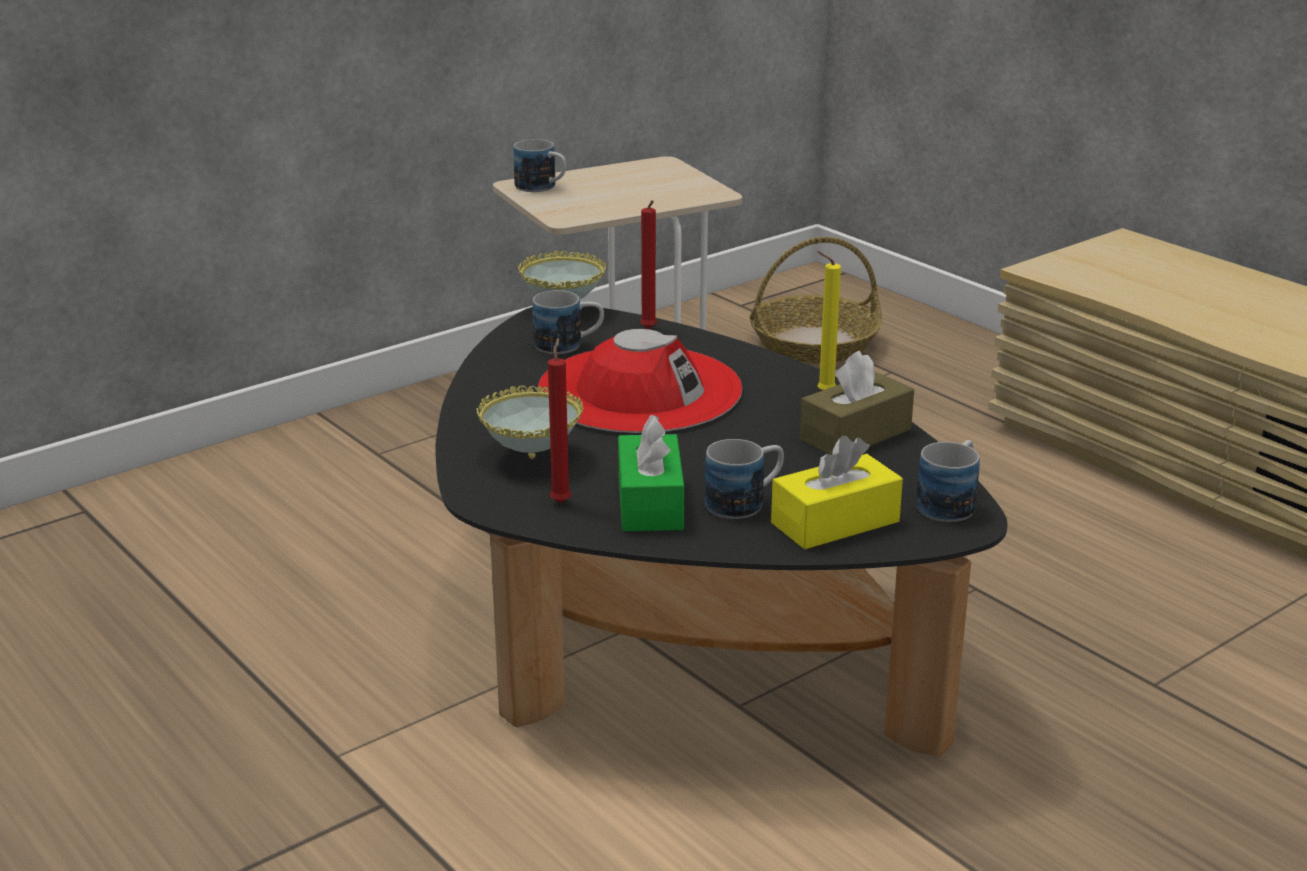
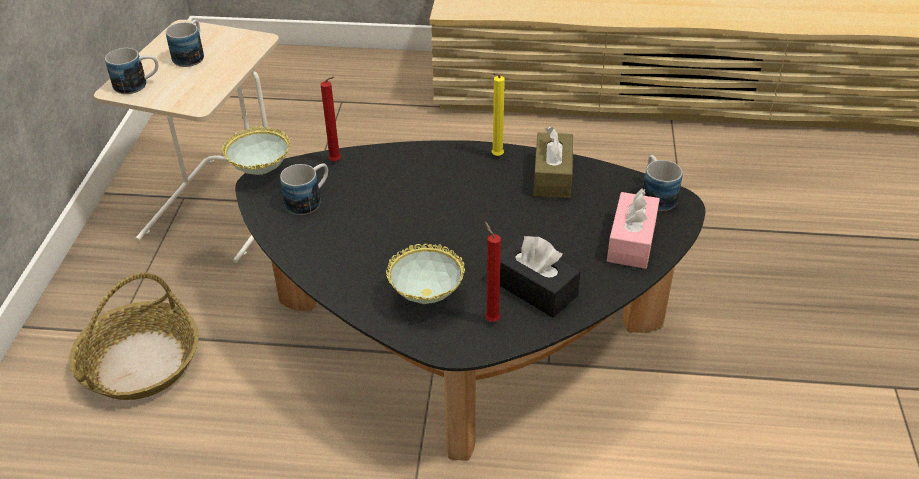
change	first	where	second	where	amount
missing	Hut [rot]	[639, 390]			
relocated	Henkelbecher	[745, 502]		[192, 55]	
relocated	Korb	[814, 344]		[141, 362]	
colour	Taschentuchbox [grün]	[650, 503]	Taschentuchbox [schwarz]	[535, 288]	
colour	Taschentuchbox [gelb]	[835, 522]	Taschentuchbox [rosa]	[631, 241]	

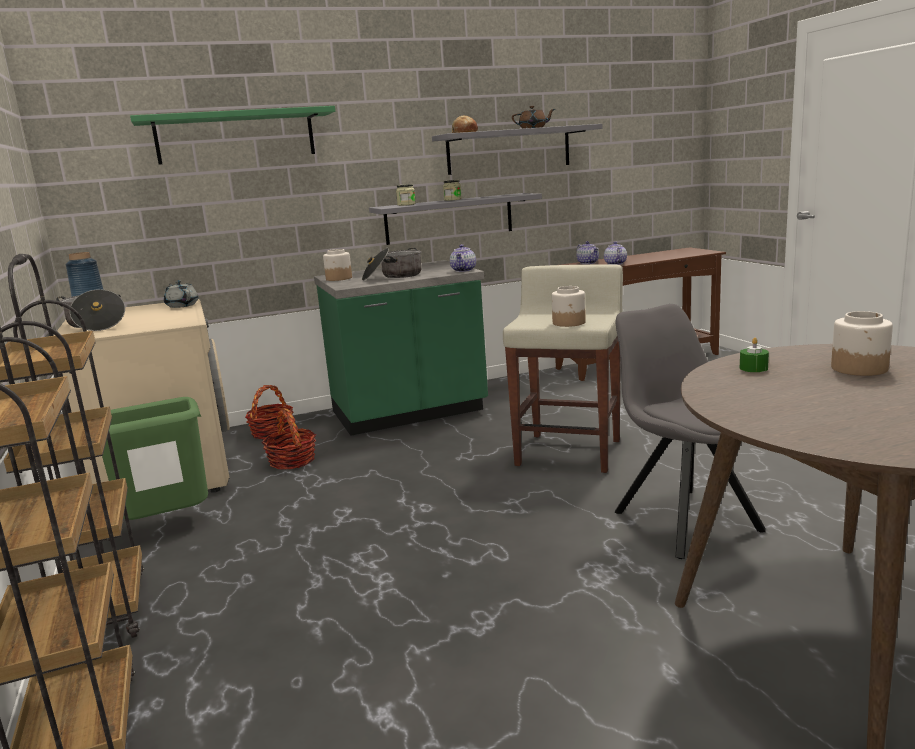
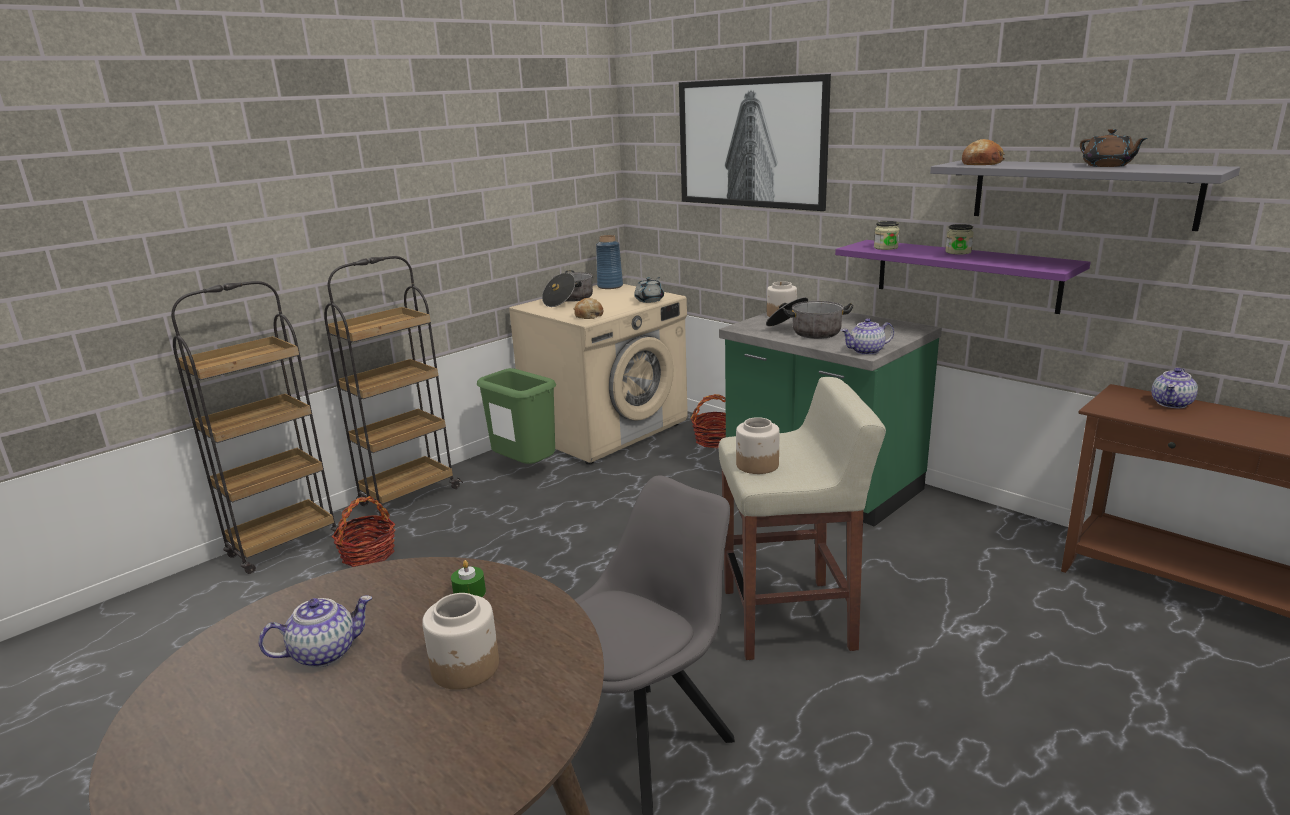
change	first	where	second	where	amount
appeared			Brot	[588, 315]	
relocated	Korb	[292, 461]		[368, 554]	
relocated	Teekanne	[615, 264]		[325, 652]	
exchanged	Wandregal [grün]	[236, 137]	Bild	[751, 143]	
colour	Wandregal [grau]	[449, 218]	Wandregal [lila]	[965, 275]	

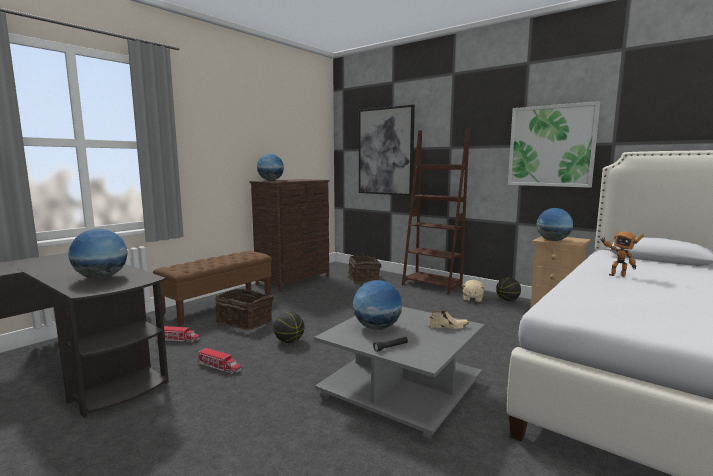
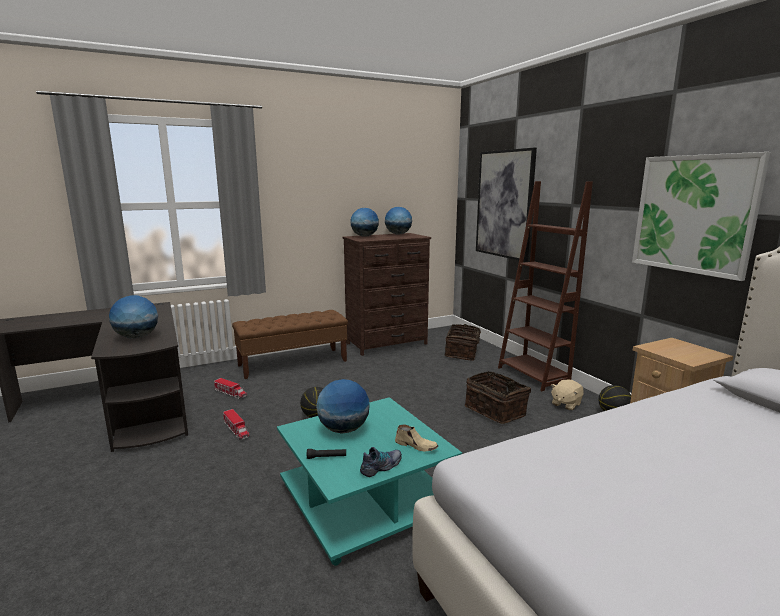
change	first	where	second	where	amount
missing	Spielzeugroboter	[616, 275]			
appeared			Schuh	[382, 467]	
relocated	Korb	[245, 322]		[496, 411]	
relocated	Globus	[553, 240]		[398, 234]	
colour	Couchtisch [grau]	[399, 390]	Couchtisch [türkis]	[363, 499]	

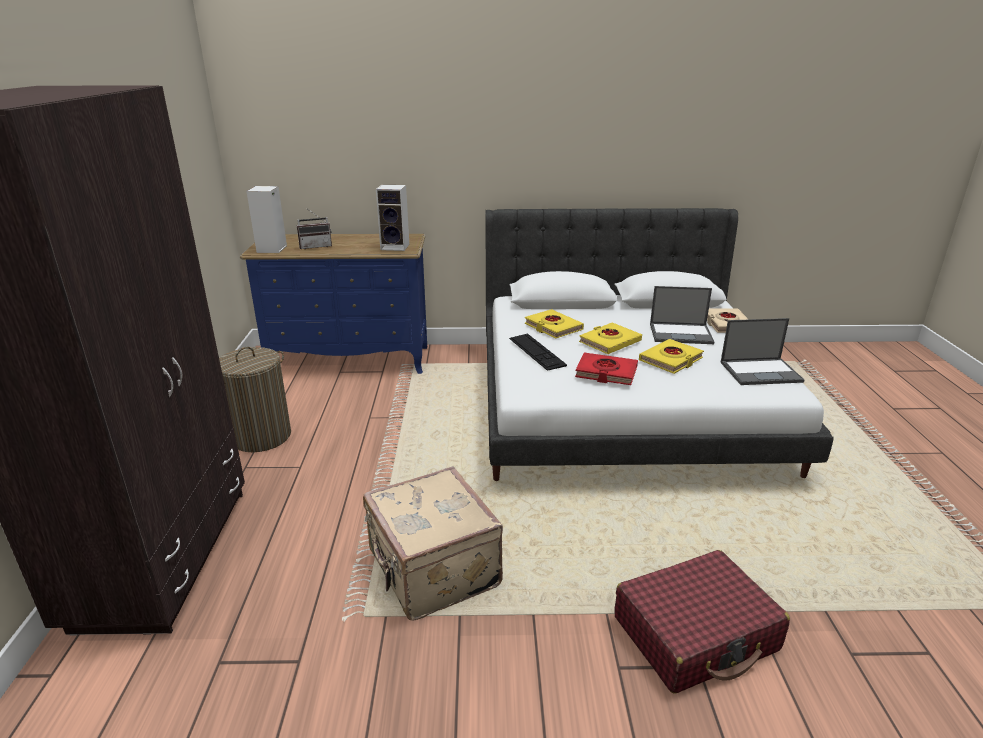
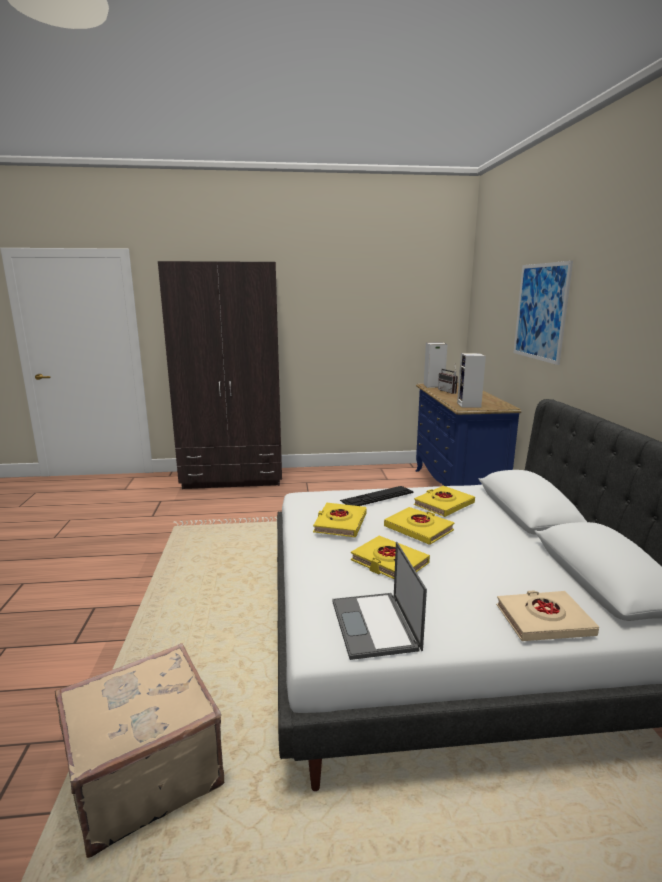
change	first	where	second	where	amount
missing	Wäschekorb	[261, 436]			
missing	Koffer [rot]	[696, 634]			
missing	Laptop	[681, 333]			
appeared			Bild	[540, 312]	
relocated	Koffer [beige]	[432, 571]		[143, 772]	
colour	Buch [rot]	[606, 373]	Buch [gelb]	[340, 524]	

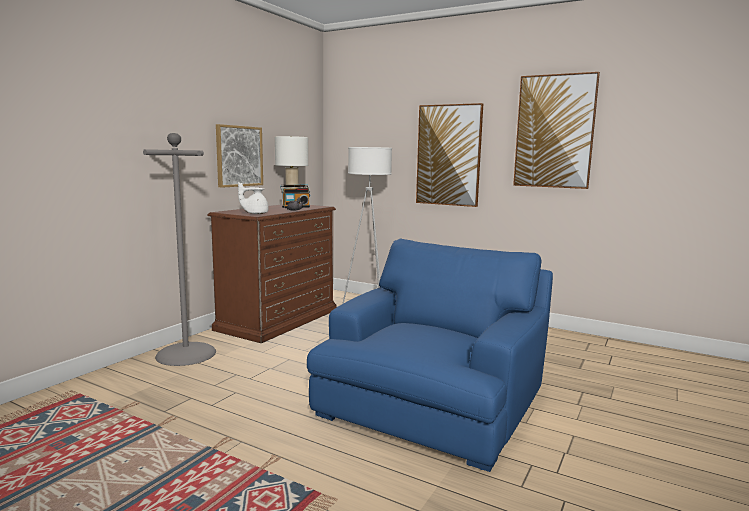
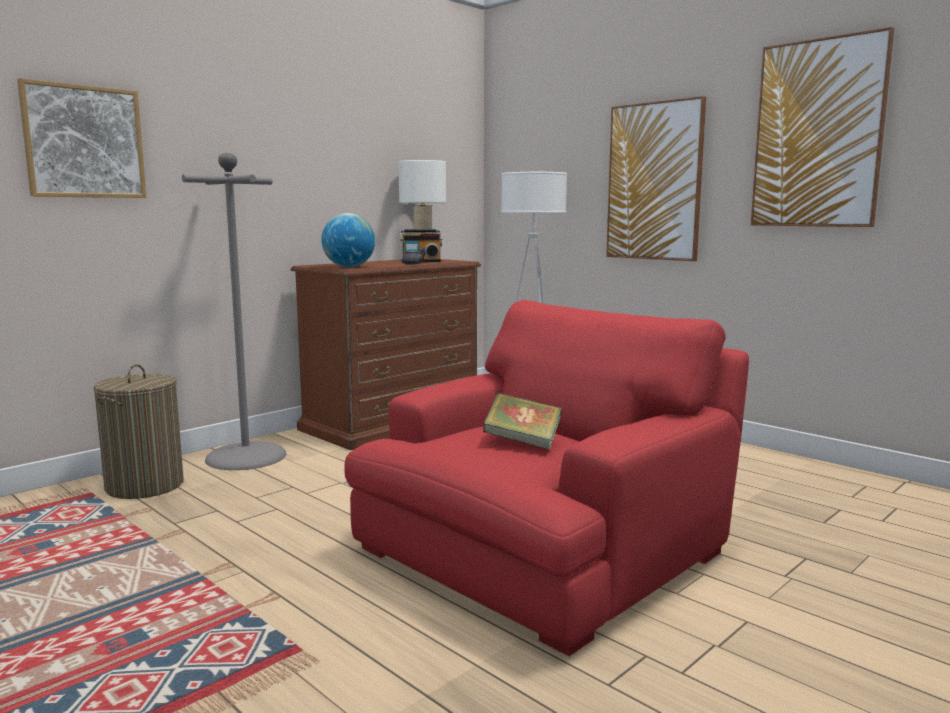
change	first	where	second	where	amount
appeared			Wäschekorb	[145, 485]	
appeared			Buch	[522, 442]	
relocated	Bild	[239, 156]		[84, 142]	
exchanged	Teekanne [weiß]	[255, 213]	Globus	[349, 267]	
colour	Sessel [blau]	[433, 403]	Sessel [rot]	[544, 549]	

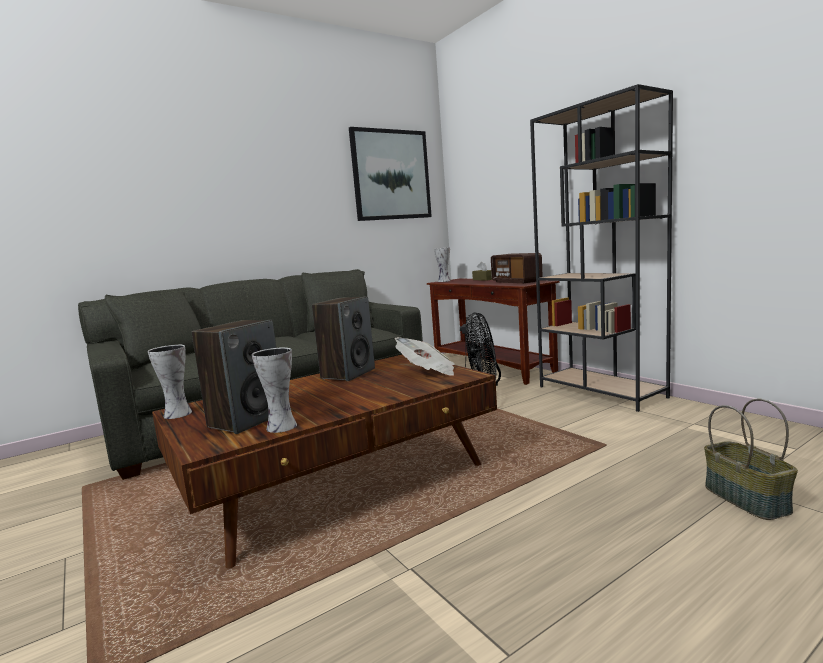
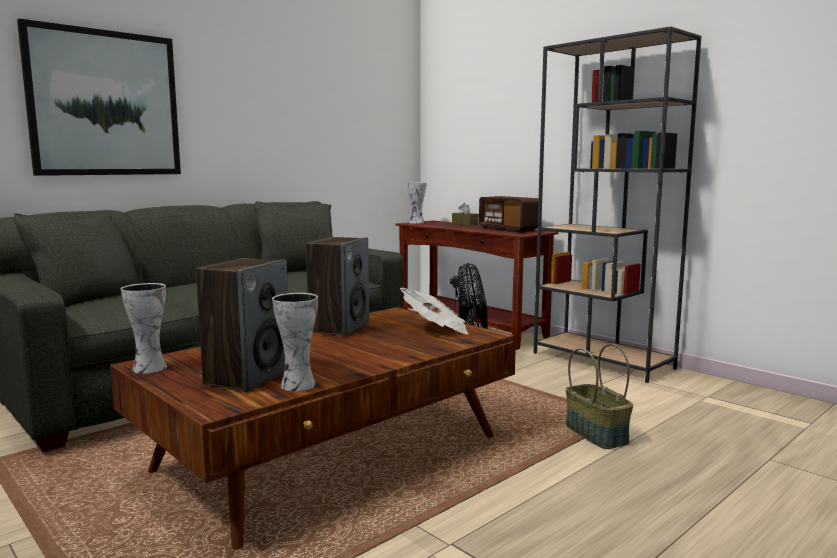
change	first	where	second	where	amount
relocated	Bild	[391, 175]		[105, 103]	
relocated	Korb	[747, 499]		[597, 434]	

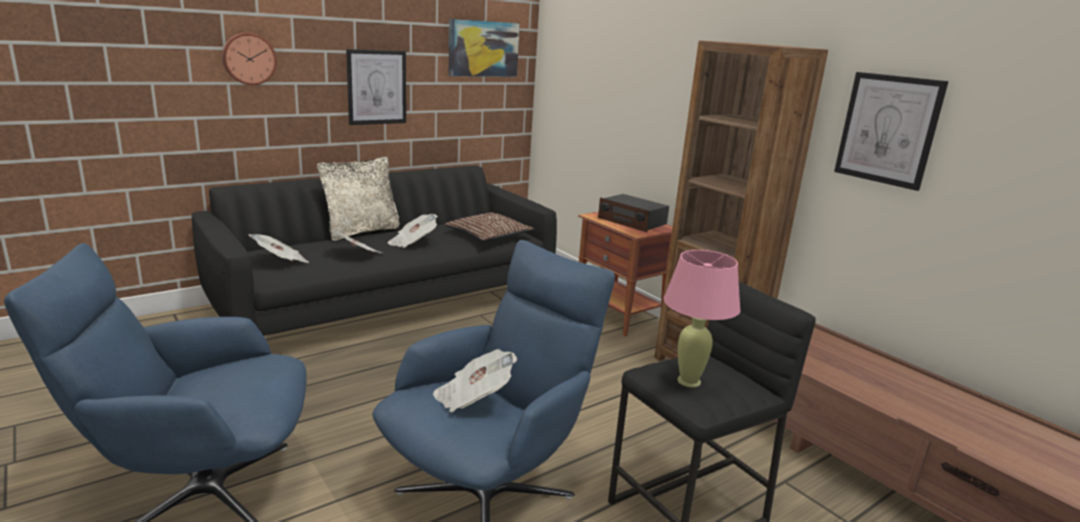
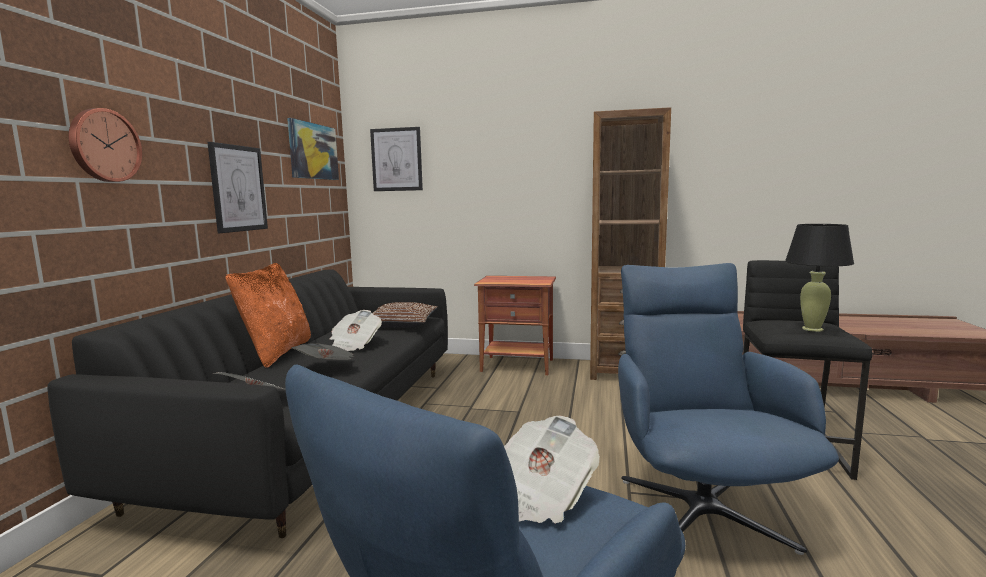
change	first	where	second	where	amount
missing	Radio	[632, 221]			
relocated	Zeitung	[473, 398]		[540, 496]	
relocated	Bild	[888, 129]		[396, 159]	
colour	Kissen [beige]	[362, 232]	Kissen [orange]	[277, 354]	
colour	Tischlampe [rosa]	[689, 381]	Tischlampe [schwarz]	[812, 329]	

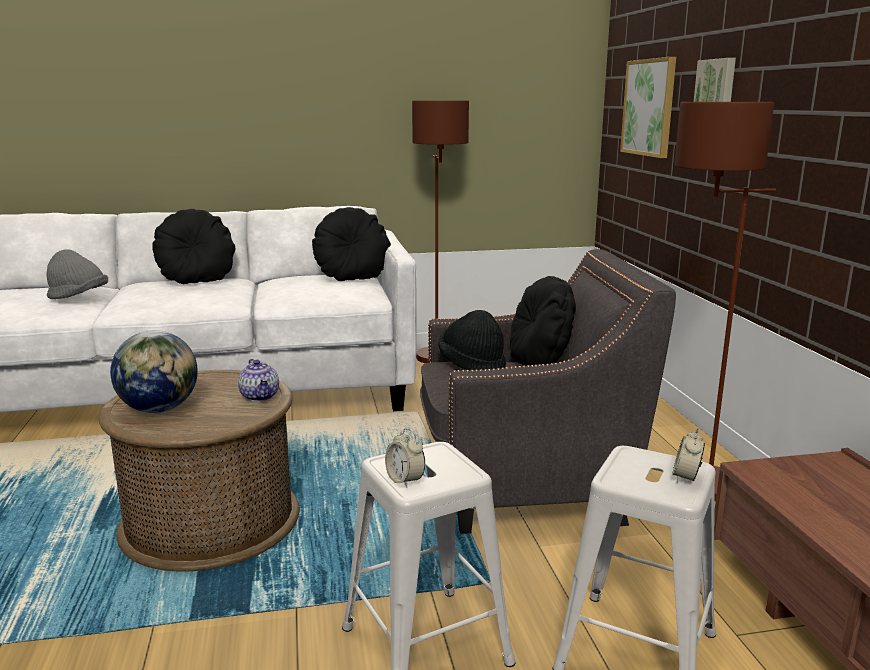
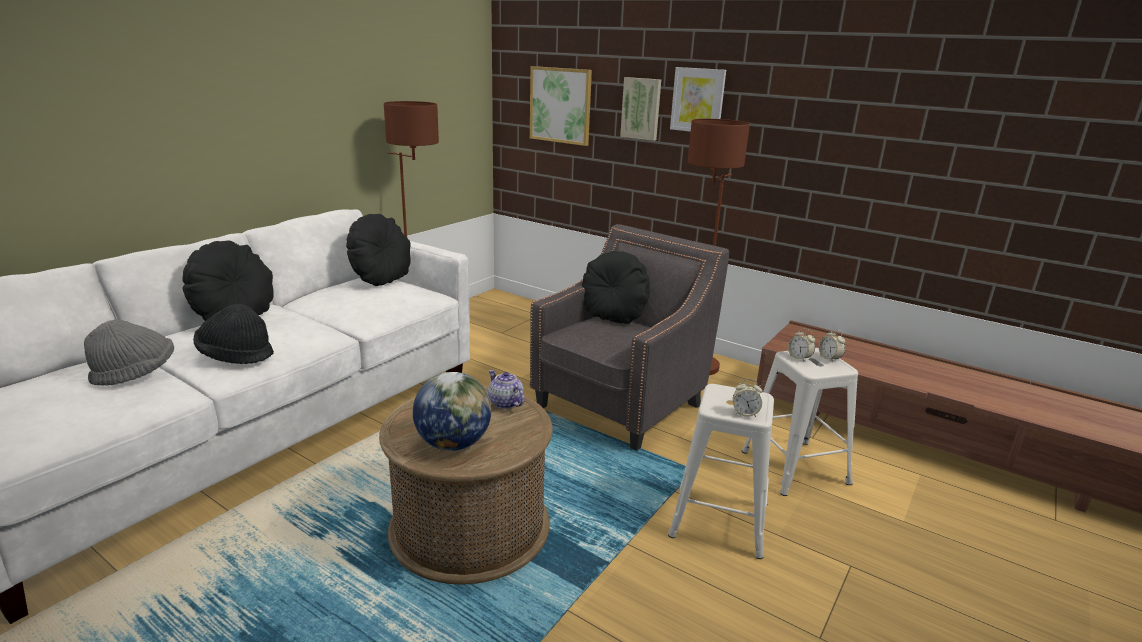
change	first	where	second	where	amount
appeared			Bild	[698, 100]	
appeared			Wecker	[799, 358]	
relocated	Hut [schwarz]	[472, 364]		[236, 356]	
spun	Teekanne	[260, 396]		[505, 403]	150 degrees counterclockwise

